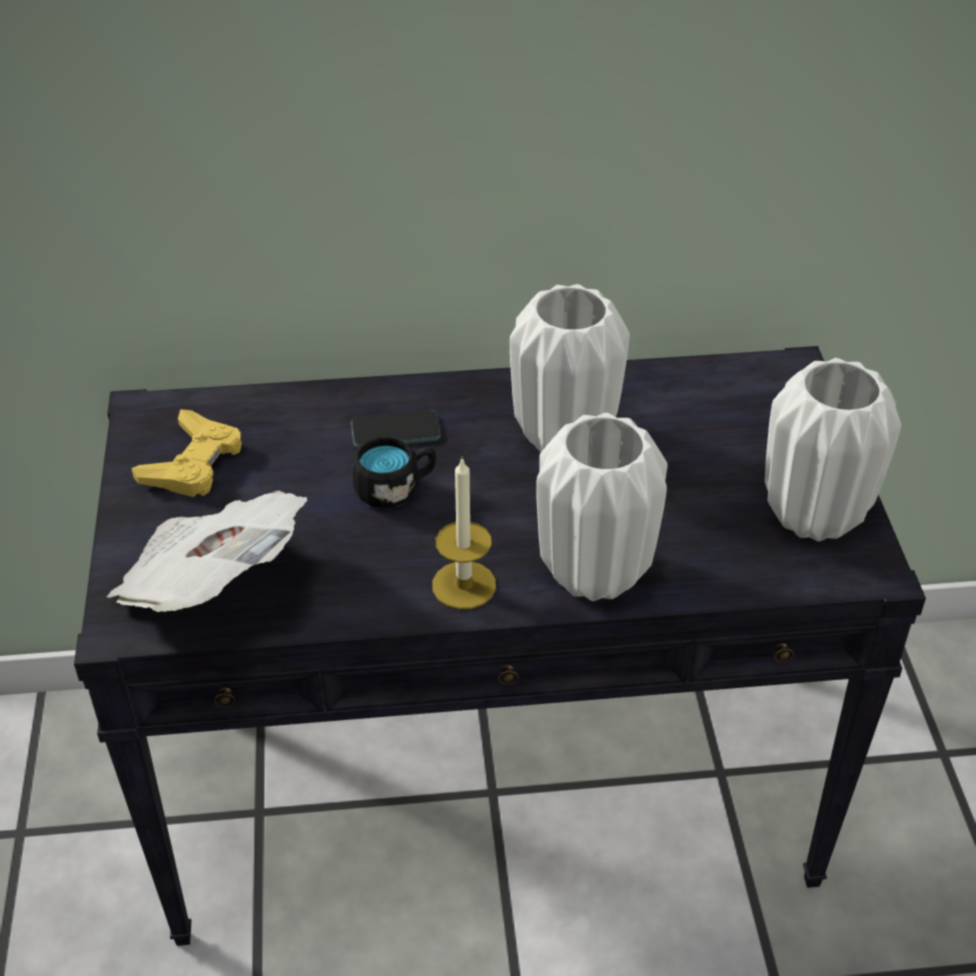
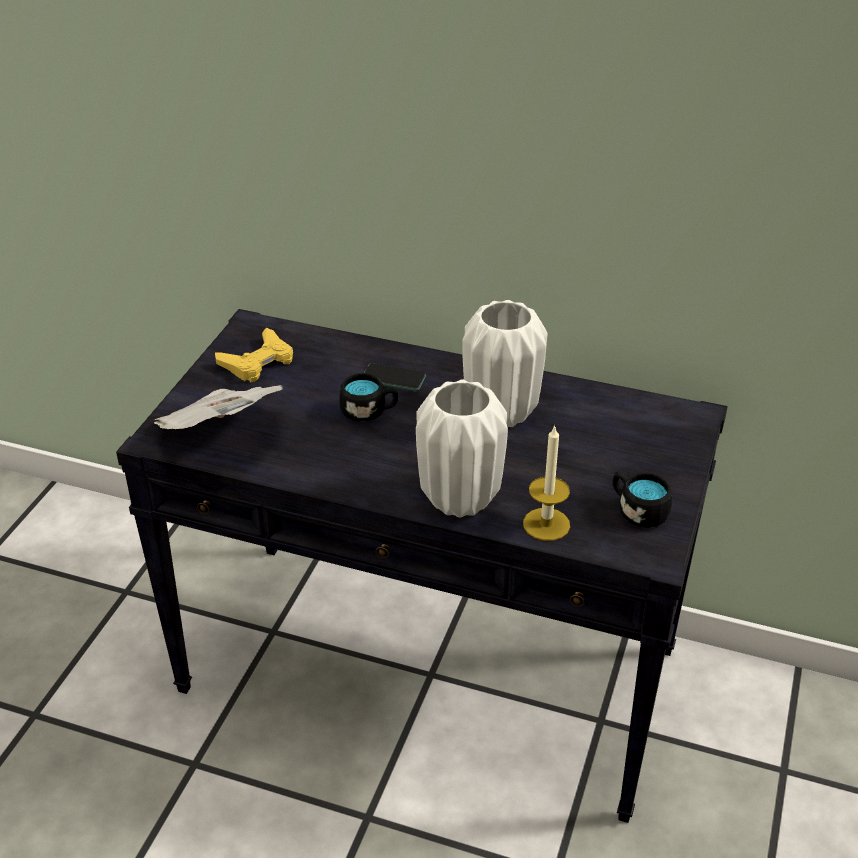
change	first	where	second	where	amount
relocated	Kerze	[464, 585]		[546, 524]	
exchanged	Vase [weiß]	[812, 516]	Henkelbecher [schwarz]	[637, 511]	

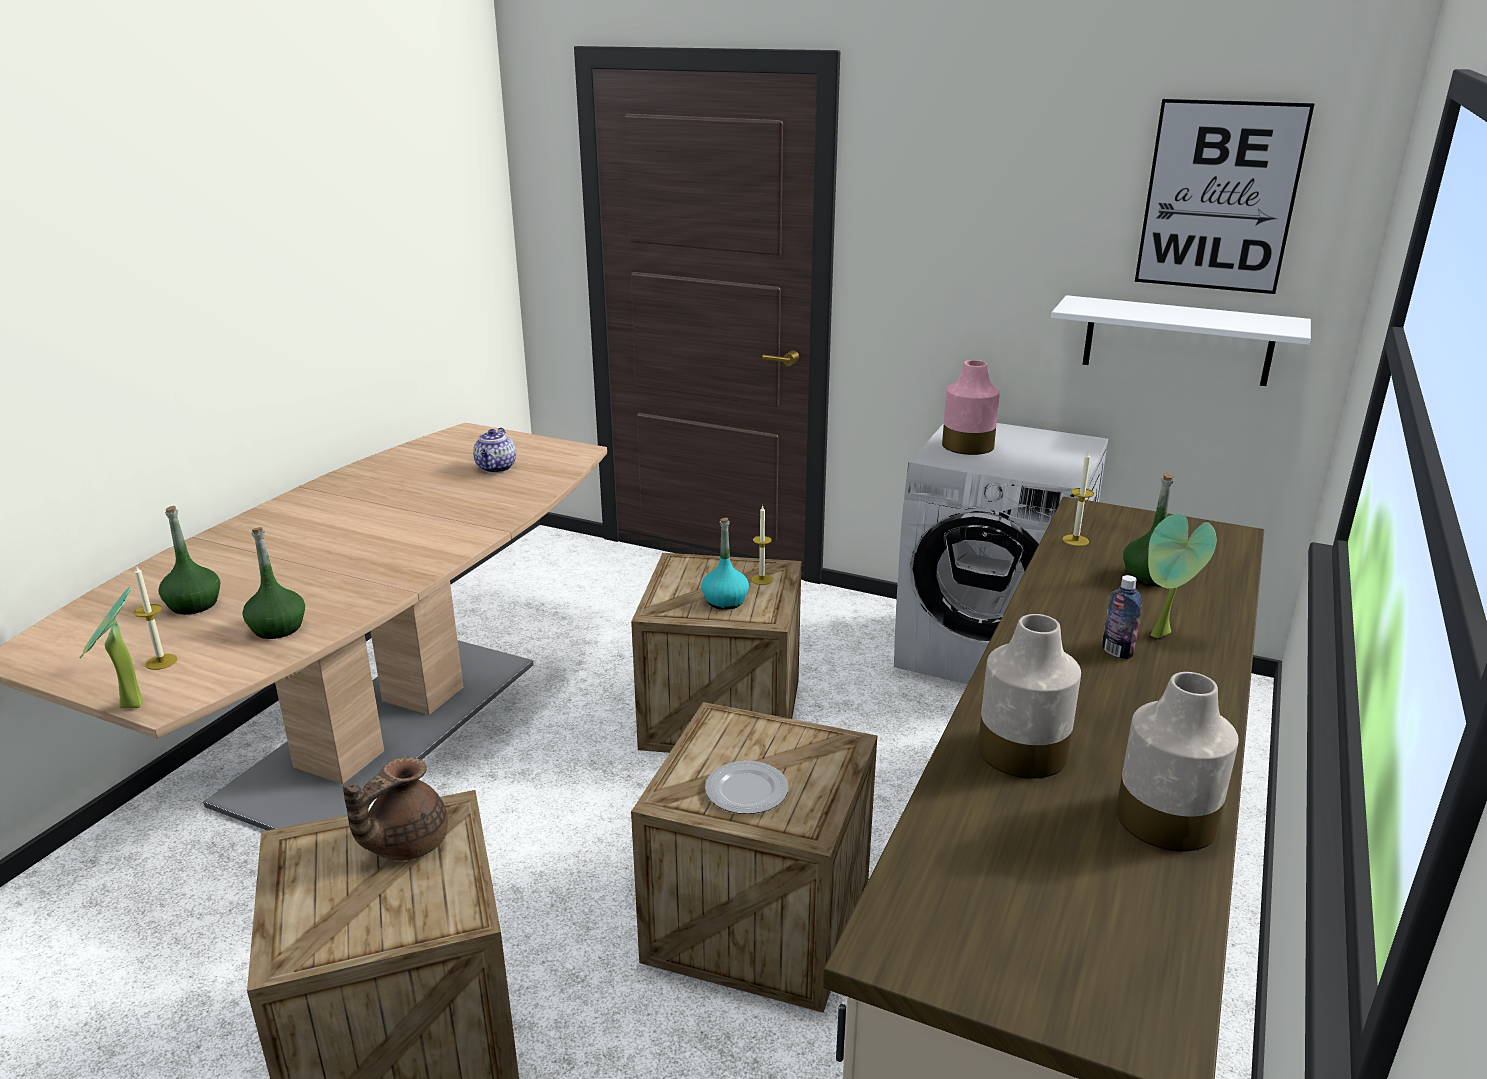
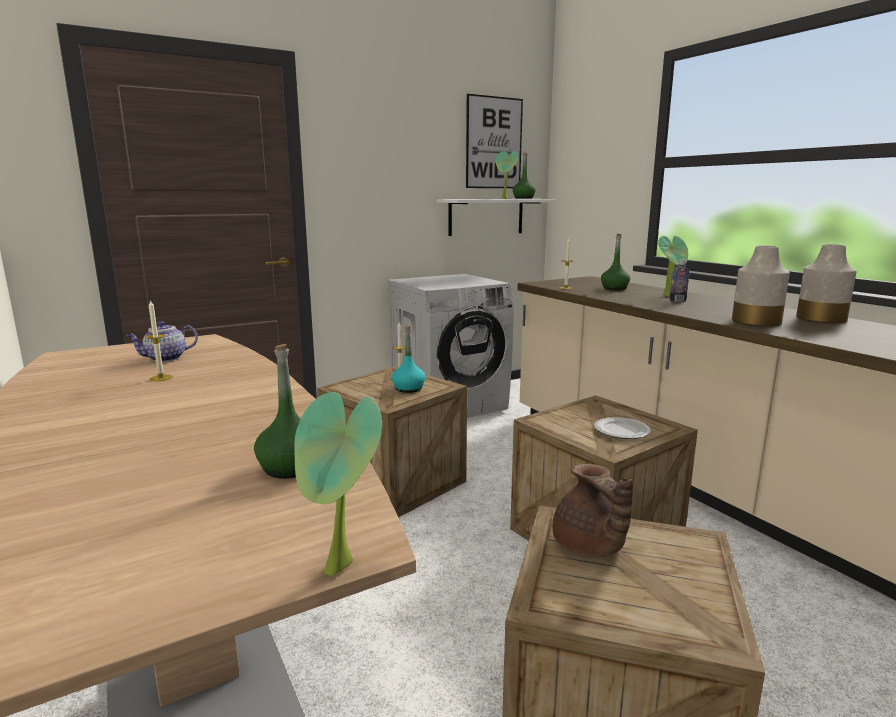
change	first	where	second	where	amount
missing	Vase [rosa]	[967, 445]			
appeared			Topfpflanze	[505, 198]	
relocated	Kerze	[161, 662]		[161, 378]	
relocated	Flasche [grün]	[193, 605]		[523, 198]	
spun	Teekanne	[496, 468]		[165, 358]	105 degrees clockwise

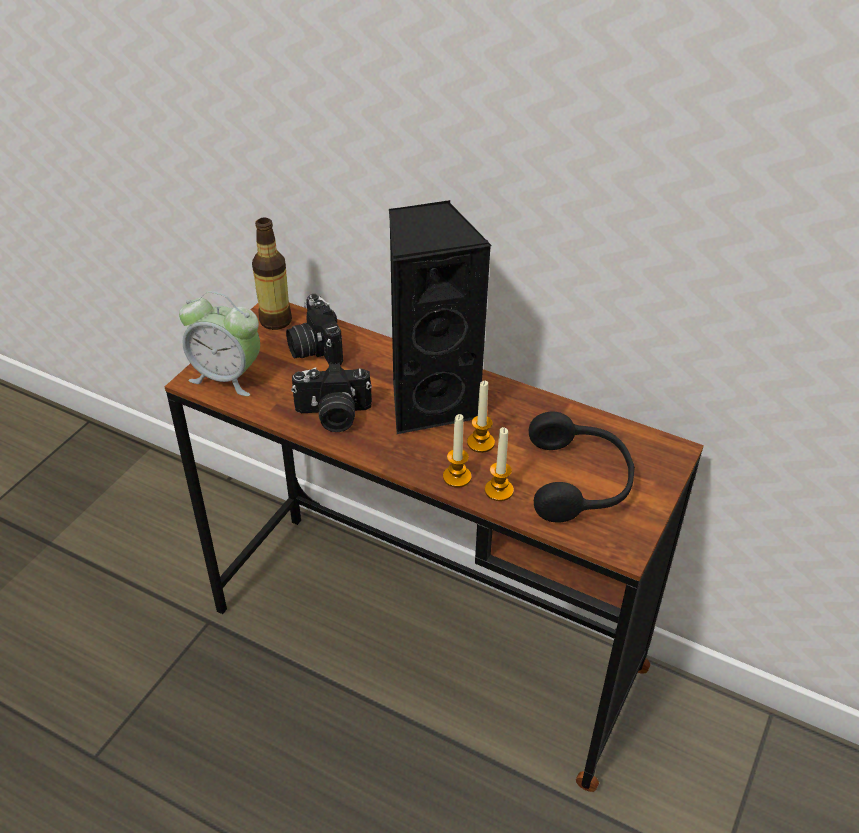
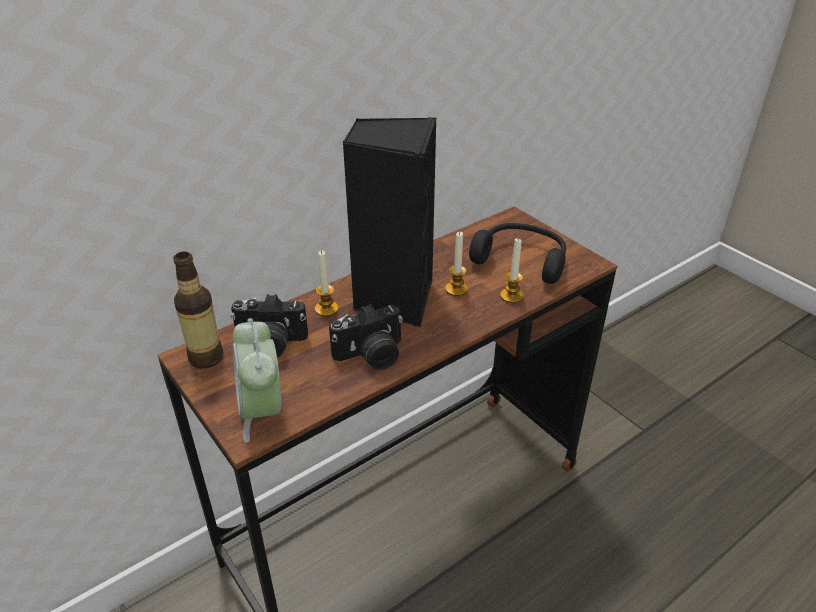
change	first	where	second	where	amount
relocated	Kerze	[457, 477]		[326, 309]	
spun	Wecker	[227, 377]		[262, 411]	120 degrees clockwise
spun	Kamera	[333, 415]		[371, 356]	45 degrees clockwise

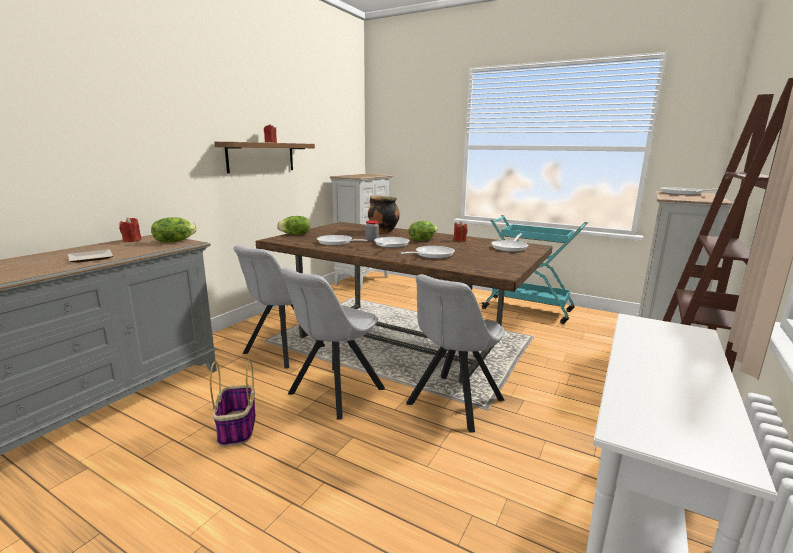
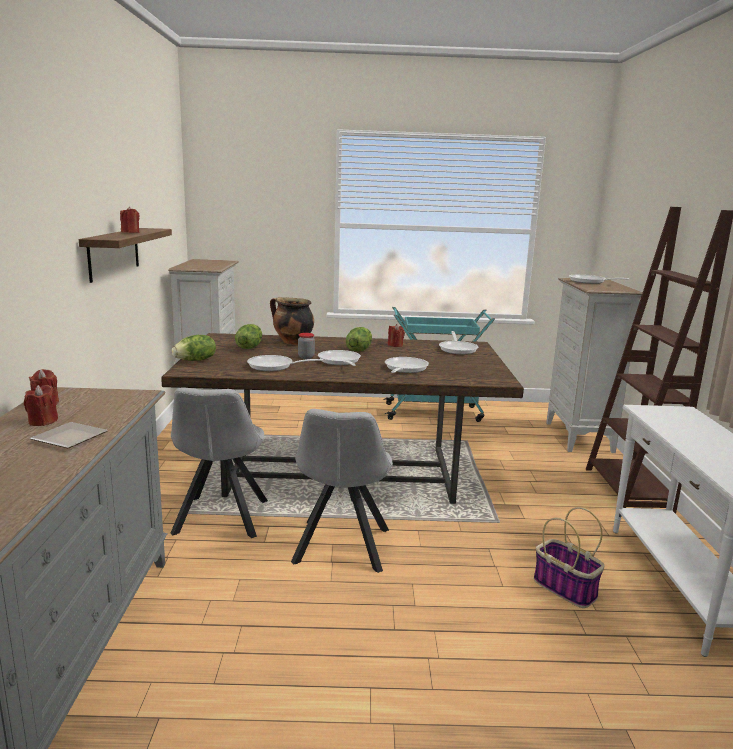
change	first	where	second	where	amount
missing	Stuhl [grau]	[454, 403]			
appeared			Kerze [rot]	[43, 421]	
relocated	Salatkopf	[174, 241]		[249, 347]	
relocated	Korb	[237, 429]		[566, 589]	

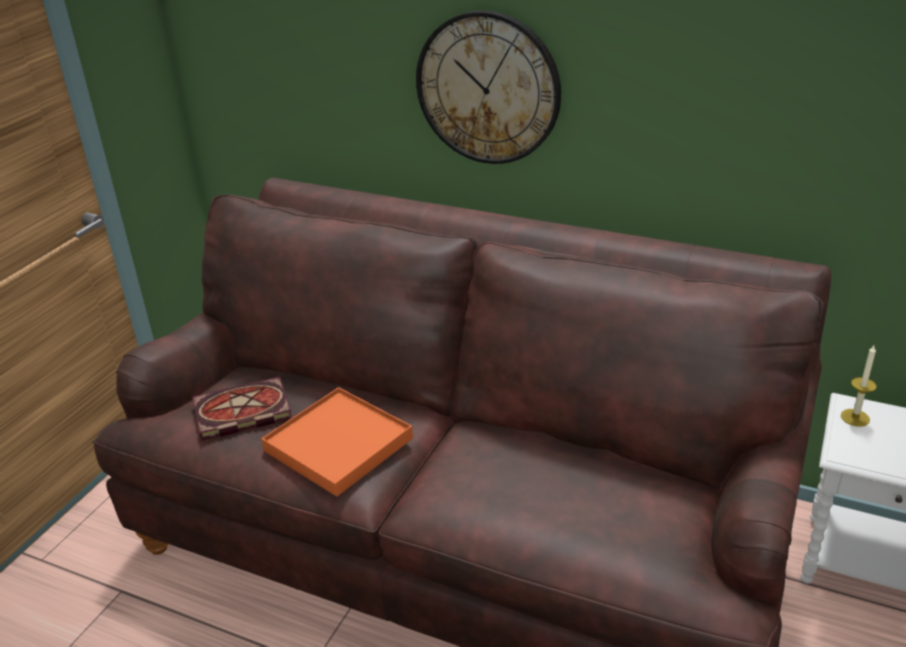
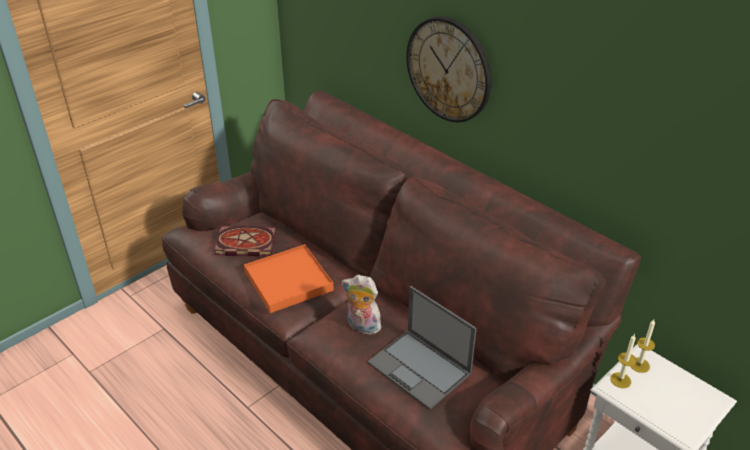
change	first	where	second	where	amount
appeared			Plüschtier	[362, 327]	
appeared			Laptop	[420, 369]	
appeared			Kerze	[620, 380]	

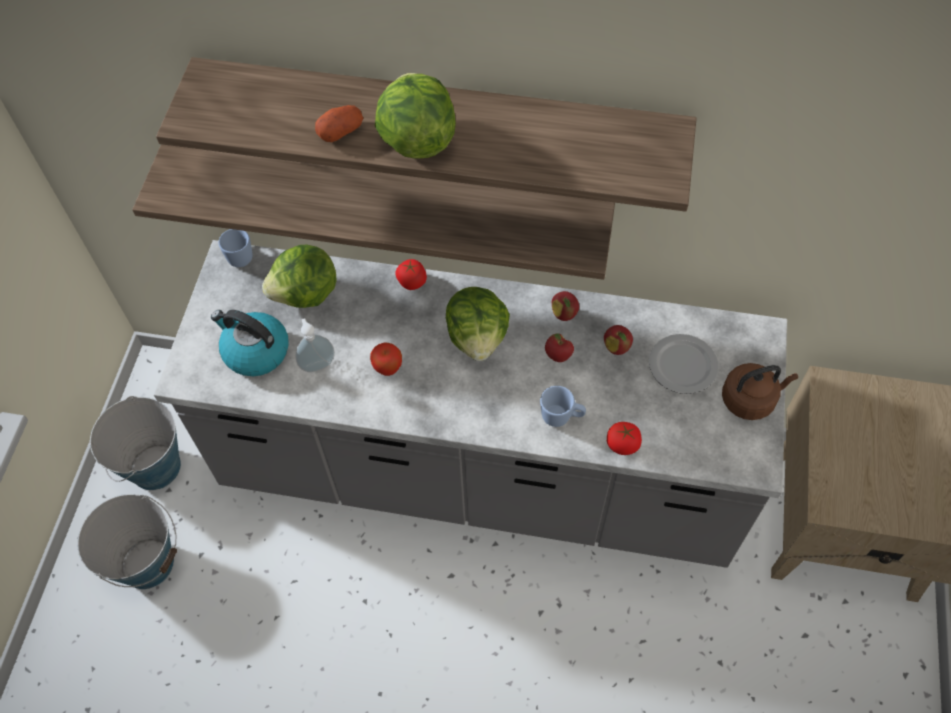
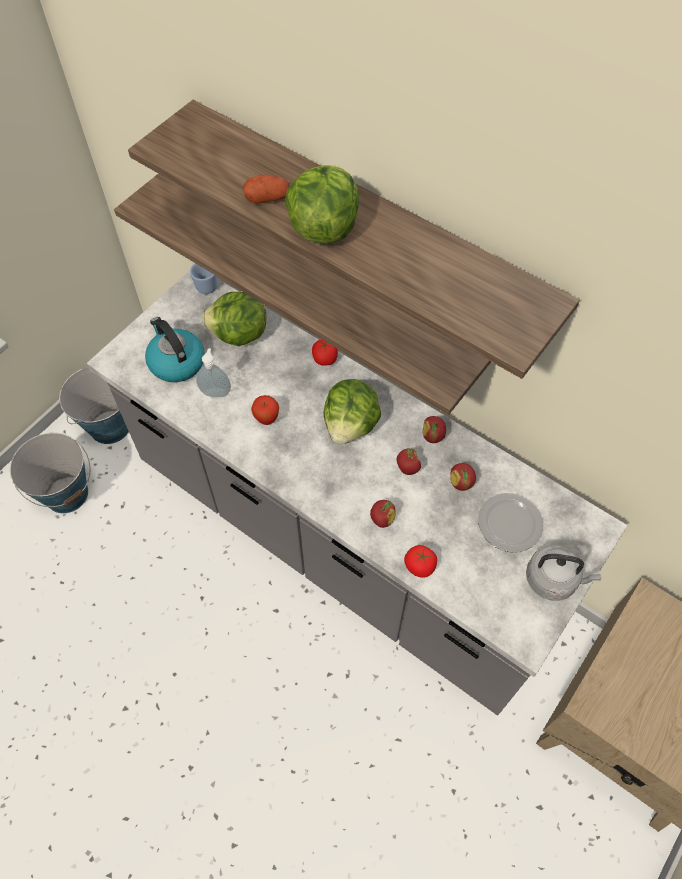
change	first	where	second	where	amount
exchanged	Henkelbecher [blau]	[561, 417]	Apfel	[382, 519]	
colour	Wasserkessel [braun]	[750, 399]	Wasserkessel [grau]	[553, 579]	

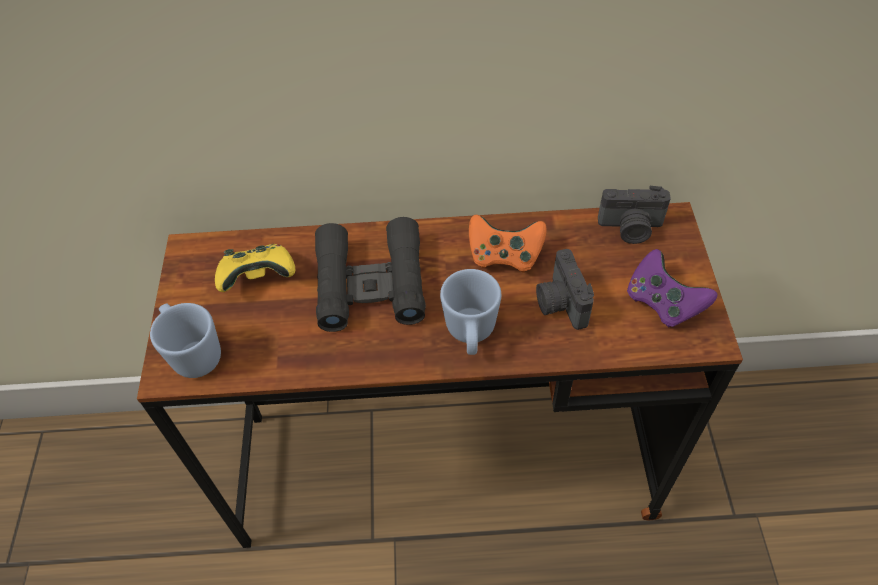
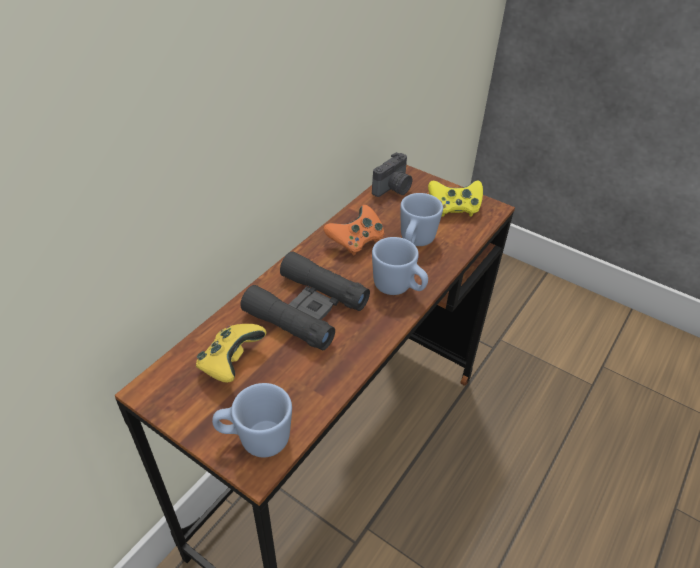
change	first	where	second	where	amount
exchanged	Kamera	[560, 303]	Henkelbecher [blau]	[415, 242]	
colour	Gamepad [lila]	[662, 302]	Gamepad [gelb]	[454, 208]	

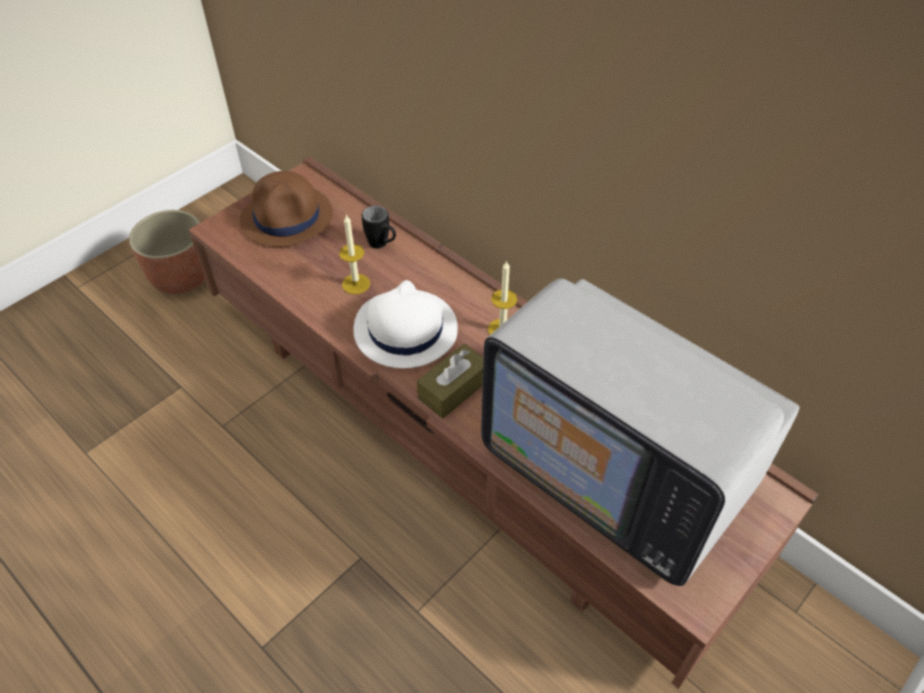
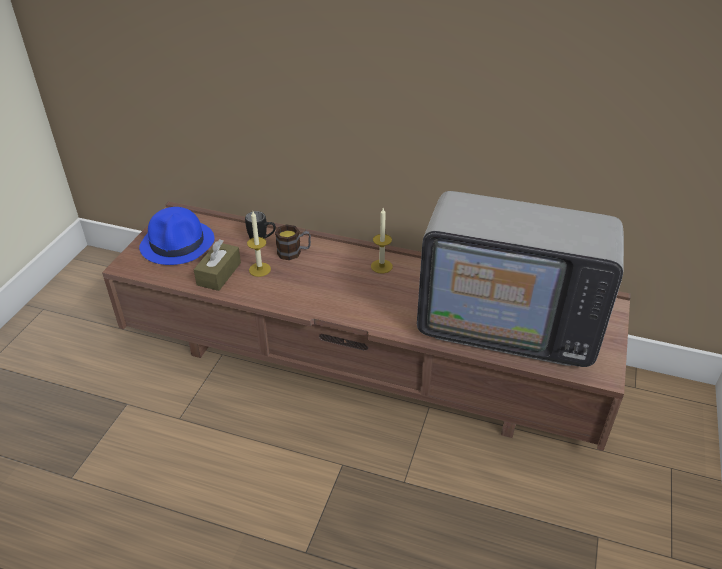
change	first	where	second	where	amount
missing	Pflanzkübel	[182, 276]			
missing	Hut [weiß]	[404, 329]			
appeared			Henkelbecher	[294, 252]	
relocated	Taschentuchbox [braun]	[453, 389]		[219, 274]	
colour	Hut [braun]	[287, 217]	Hut [blau]	[178, 243]	

